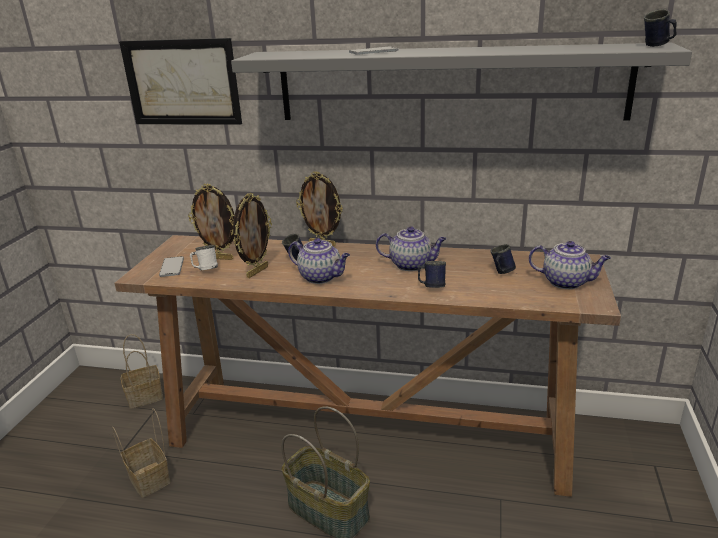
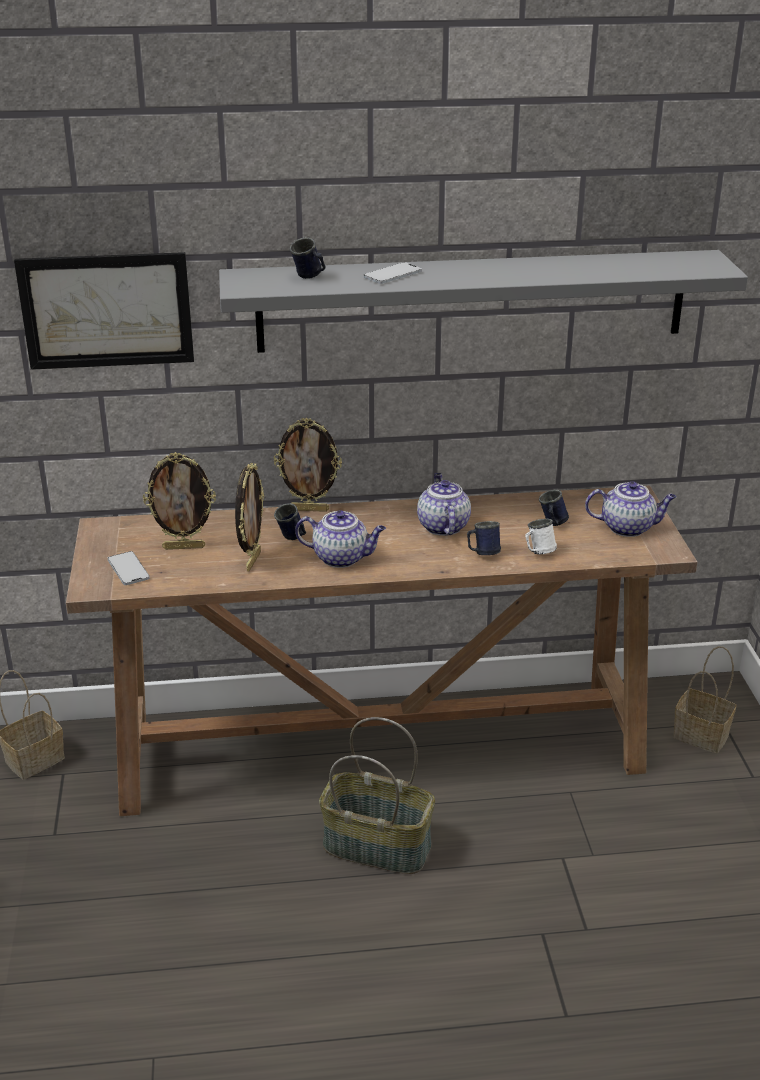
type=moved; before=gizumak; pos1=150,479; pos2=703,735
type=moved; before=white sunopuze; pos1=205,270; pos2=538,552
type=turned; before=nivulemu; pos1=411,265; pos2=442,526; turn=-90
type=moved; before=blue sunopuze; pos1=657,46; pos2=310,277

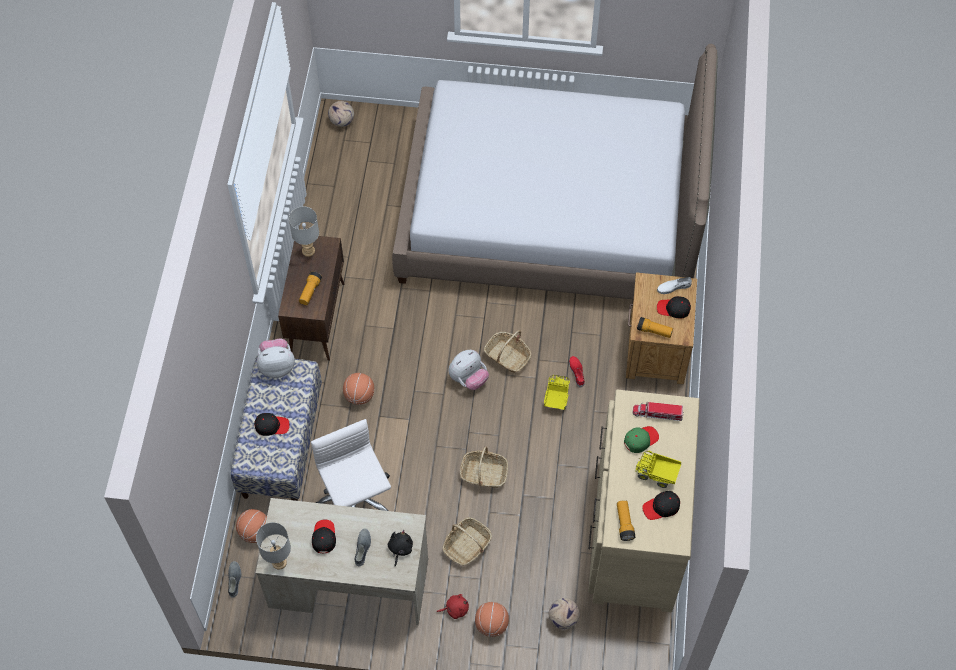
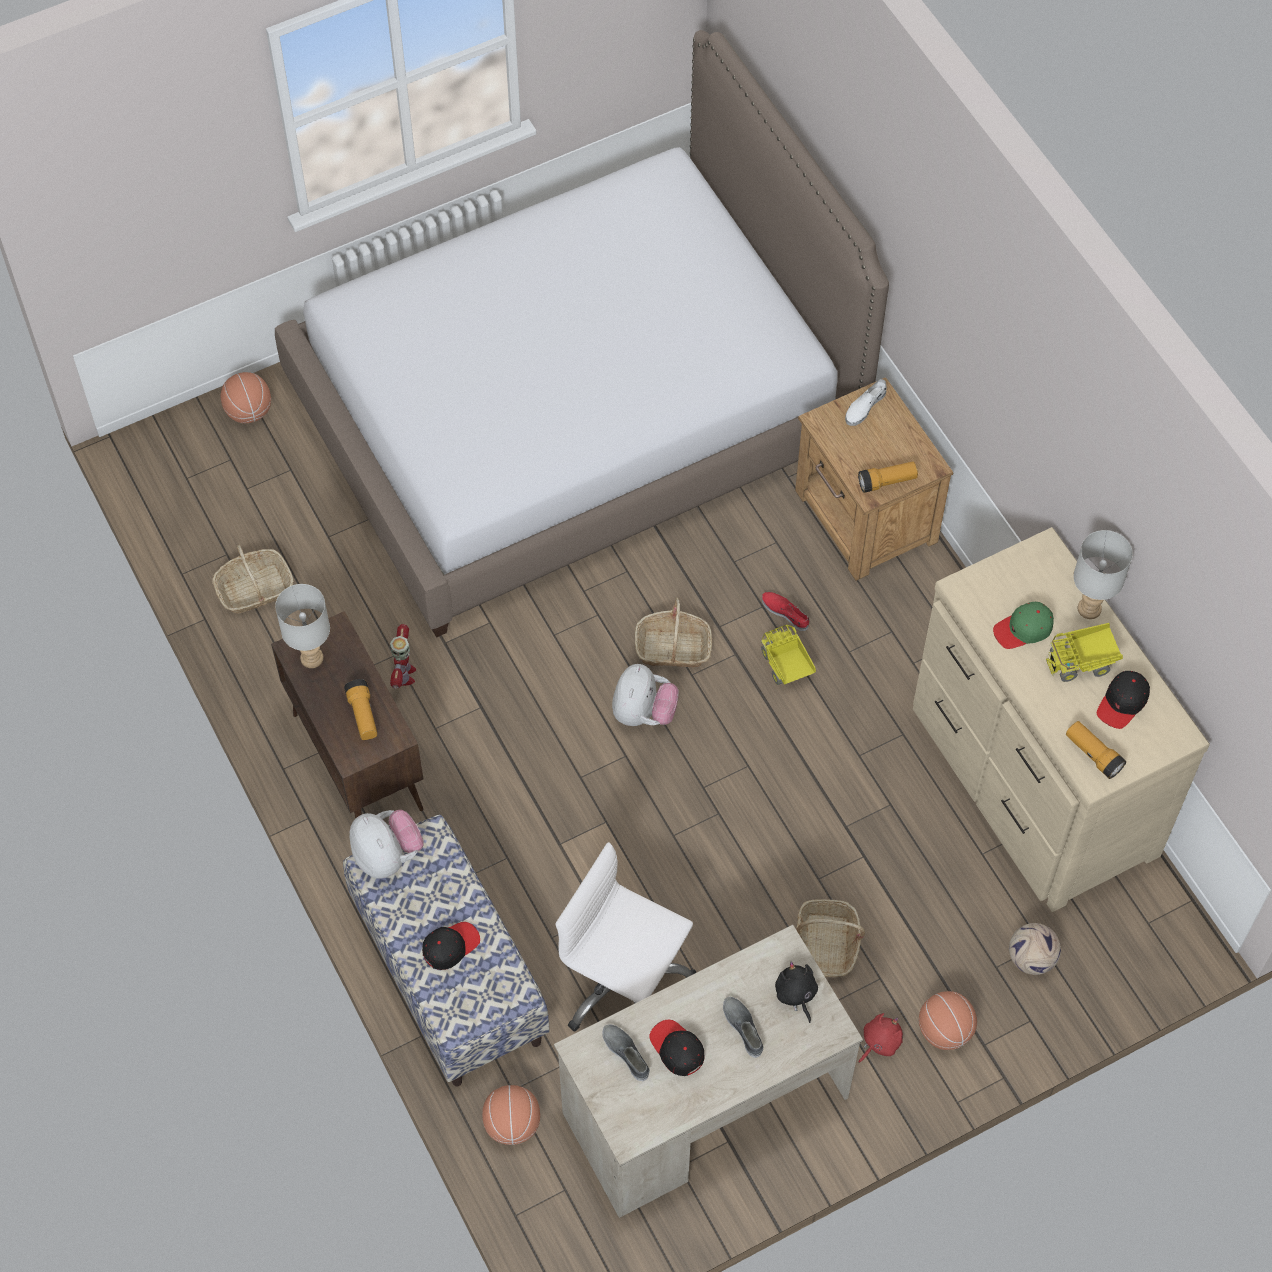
type=moved; before=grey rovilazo; pos1=234,580; pos2=626,1053
type=moved; before=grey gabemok; pos1=280,562; pos2=1089,608
type=turned; before=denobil; pos1=277,366; pos2=387,856; turn=105
type=removed; before=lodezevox; pos1=342,121
type=moved; before=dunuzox; pos1=359,396; pos2=249,412
type=moved; before=gizumak; pos1=483,473; pos2=255,589
type=turned; before=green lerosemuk; pos1=640,440; pos2=1023,629; turn=-135
type=removed; before=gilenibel; pos1=657,414
type=removed; before=black lerosemuk; pos1=673,309
type=added; after=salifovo; pos2=405,675

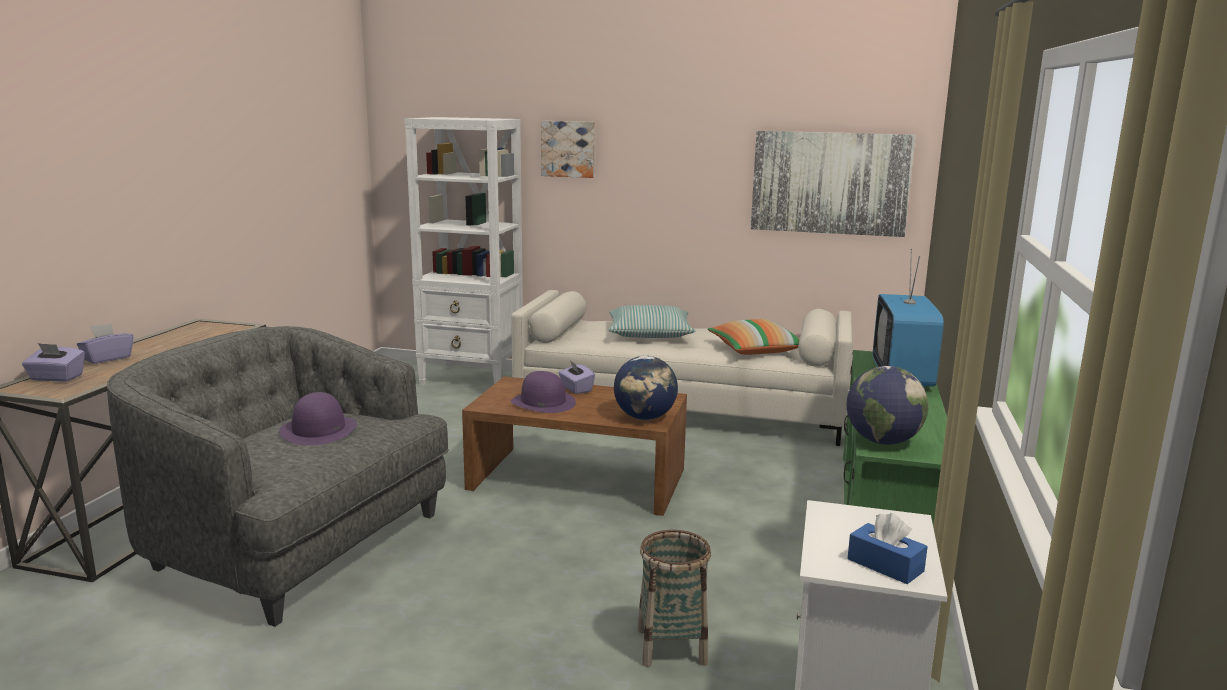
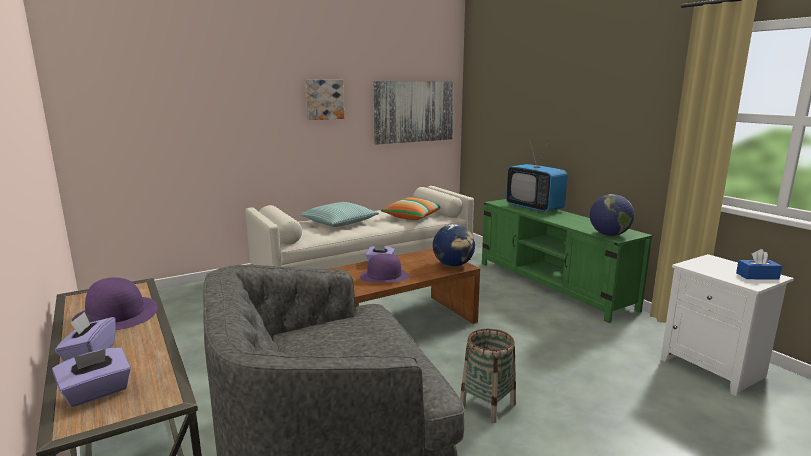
type=moved; before=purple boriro; pos1=319,430; pos2=116,314
type=removed; before=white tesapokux; pos1=472,379
type=moved; before=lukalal; pos1=568,149; pos2=324,99
type=moved; before=gizumak; pos1=672,646; pos2=487,405

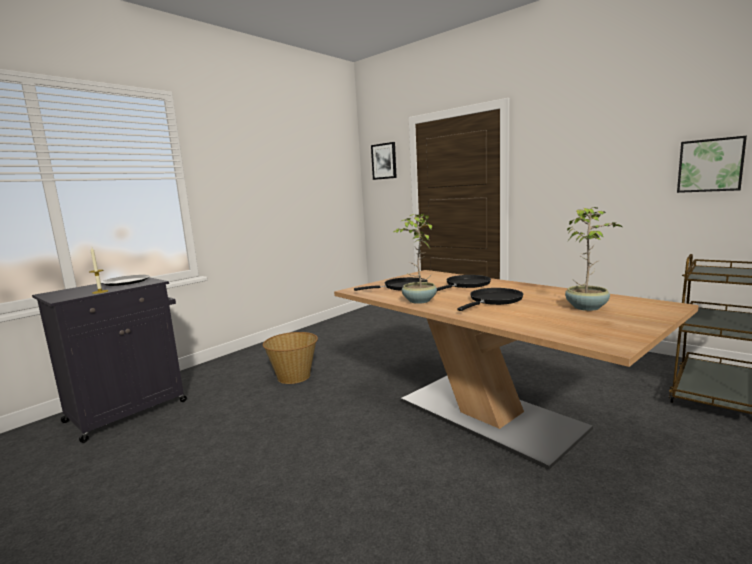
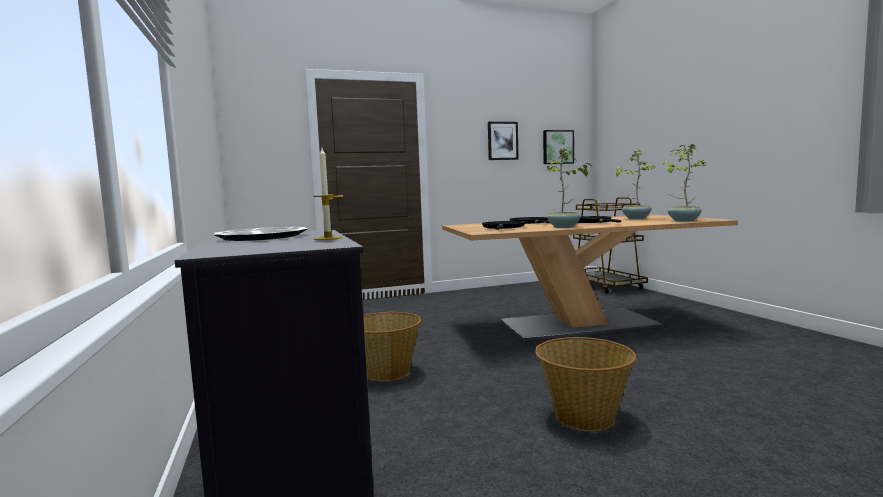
type=moved; before=lukalal; pos1=384,161; pos2=502,141
type=added; after=gizumak; pos2=584,417
type=added; after=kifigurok; pos2=683,220

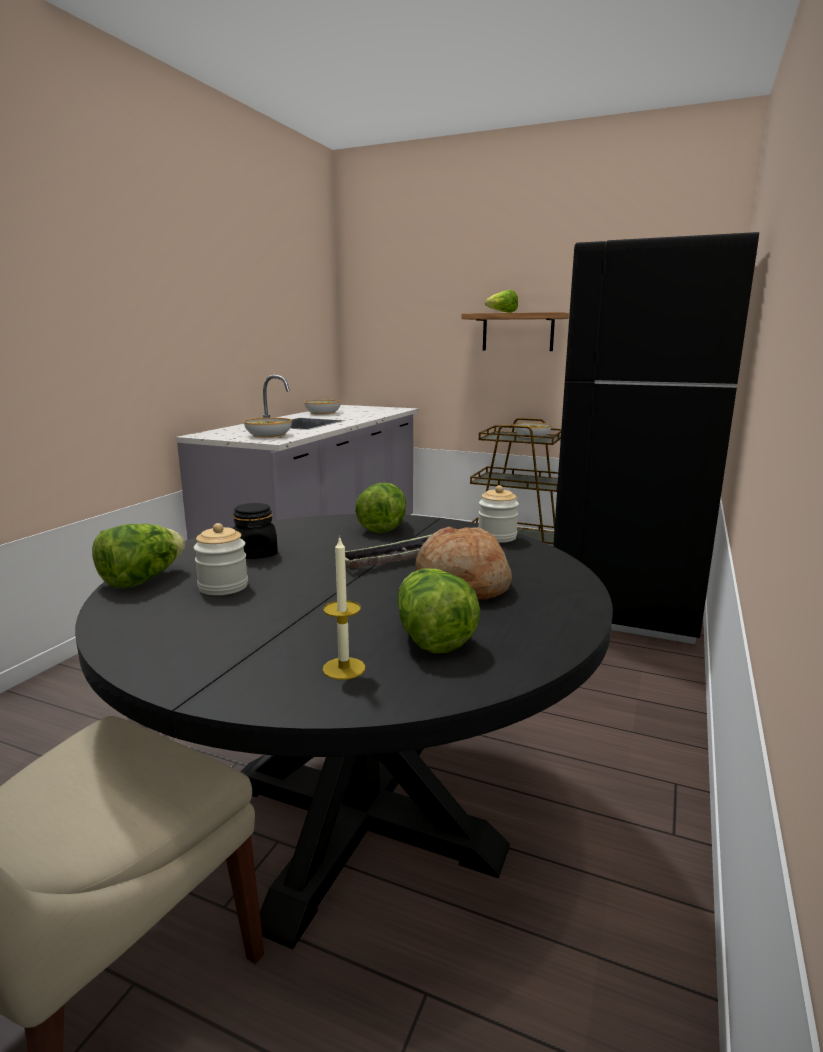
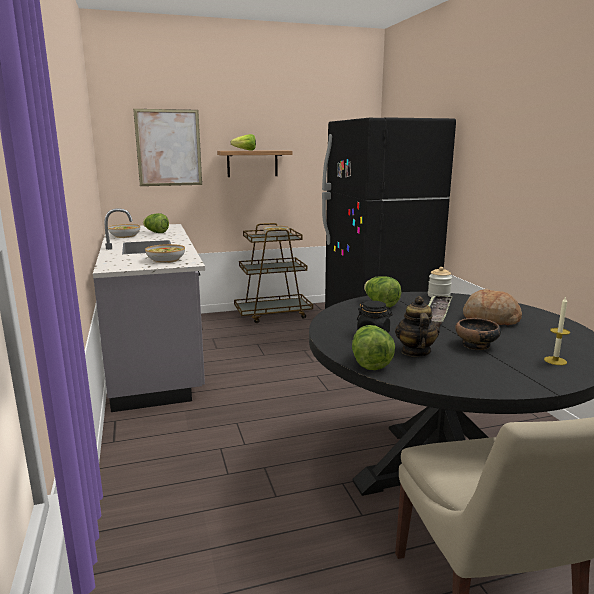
type=replaced; before=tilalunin; after=nivulemu; pos1=223,586; pos2=415,352
type=moved; before=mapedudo; pos1=431,638; pos2=156,232
type=added; after=lukalal; pos2=169,148
type=added; after=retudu; pos2=476,345

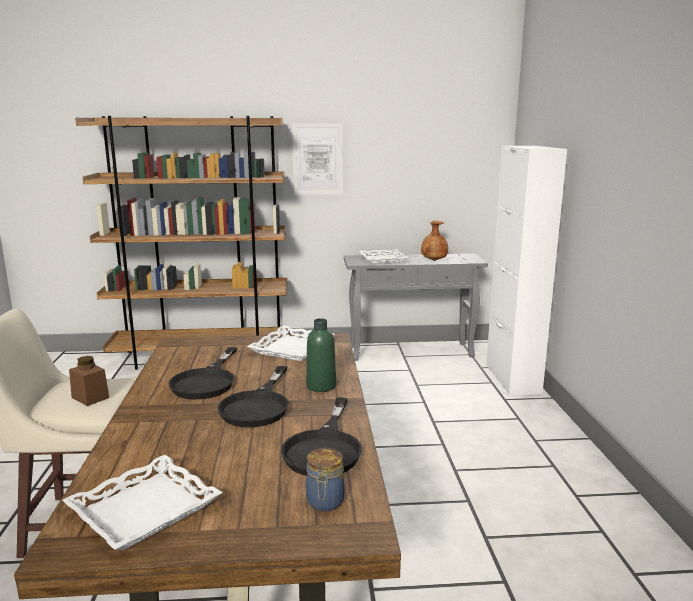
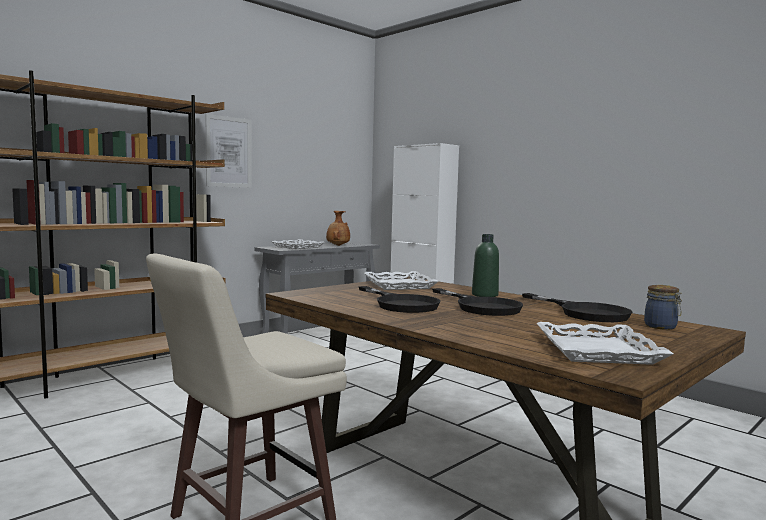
type=removed; before=brown tilalunin; pos1=90,397

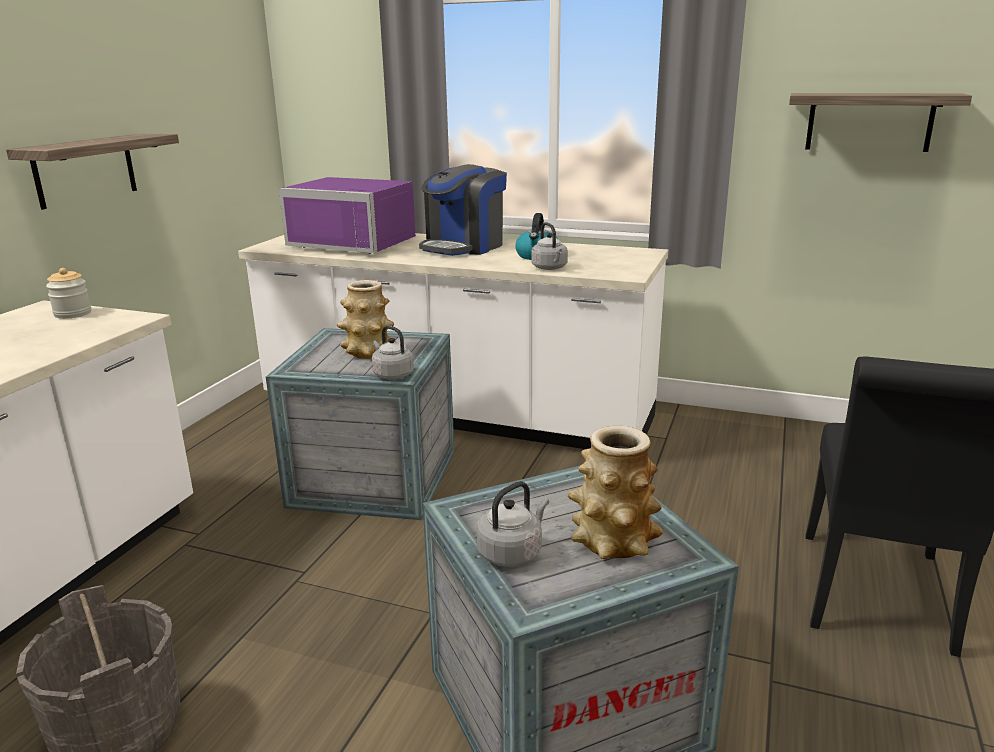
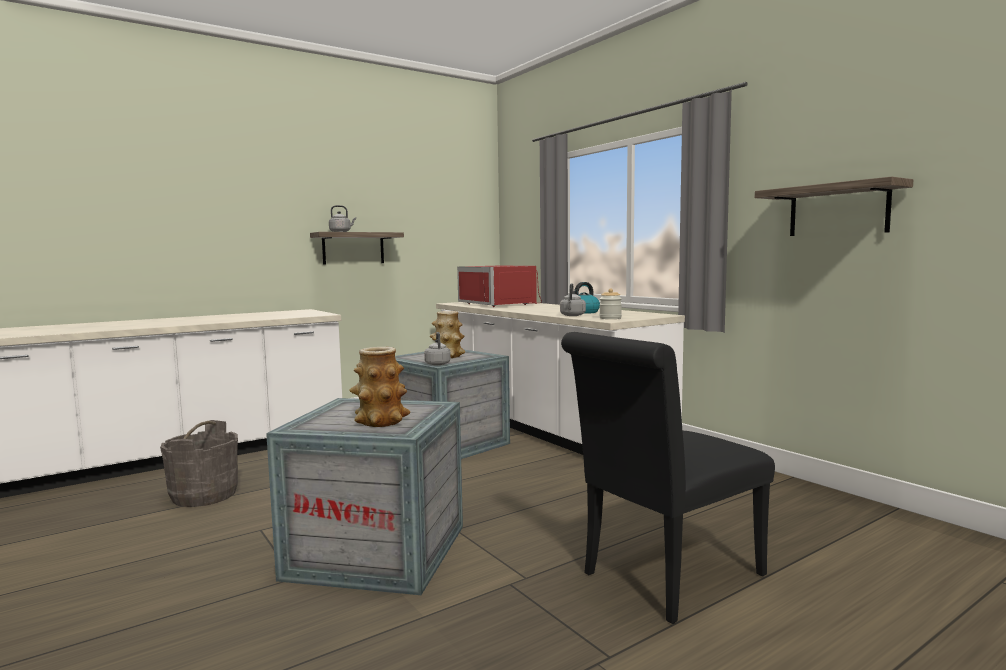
type=moved; before=tilalunin; pos1=73,314; pos2=610,318
type=recoloured; before=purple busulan; after=red busulan; pos1=358,243; pos2=501,304
type=removed; before=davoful; pos1=464,247
type=moved; before=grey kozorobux; pos1=512,552; pos2=341,232

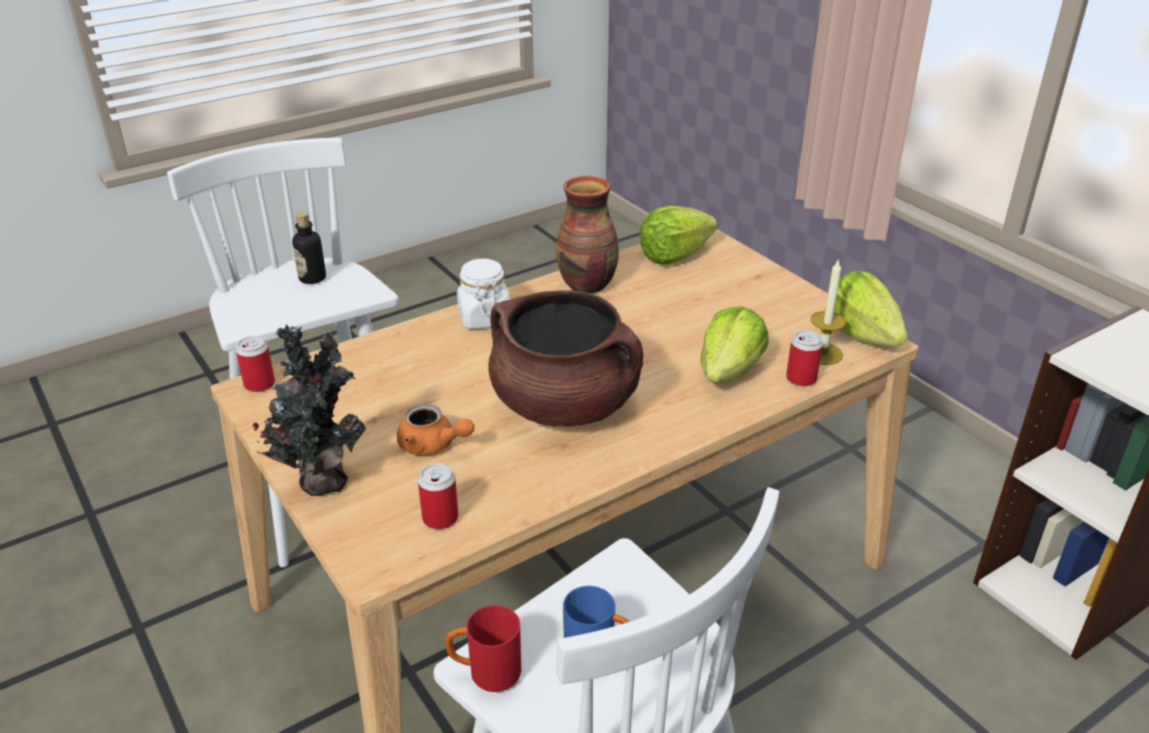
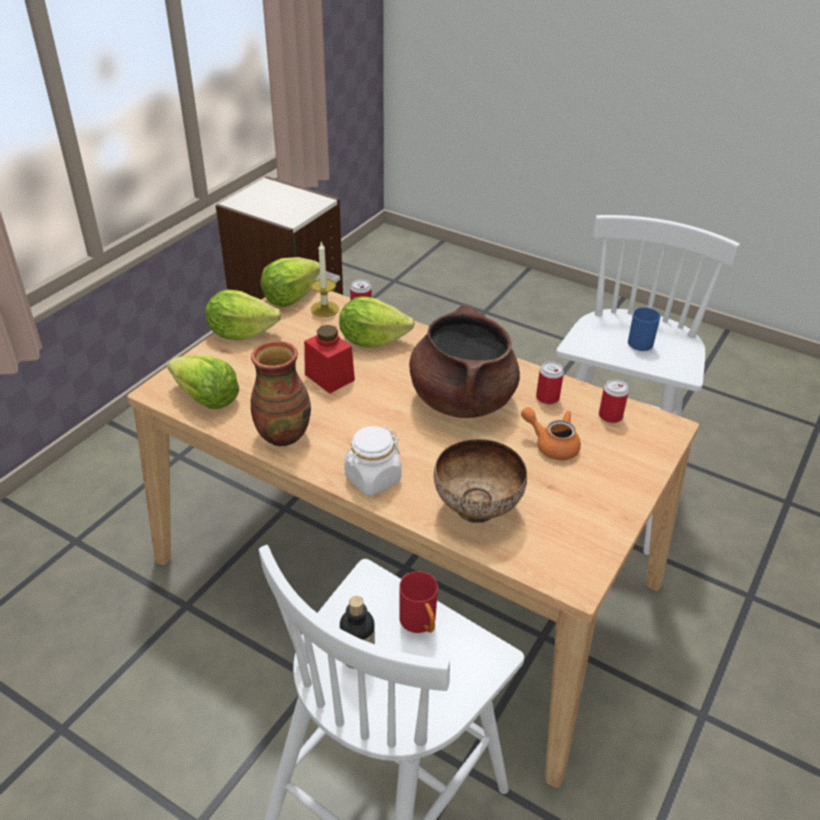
type=moved; before=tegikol; pos1=259,384; pos2=547,398
type=removed; before=kifigurok; pos1=321,480
type=turned; before=orange nivulemu; pos1=433,445; pos2=552,444; turn=-60
type=moved; before=red sunopuze; pos1=485,672; pos2=420,624
type=added; after=mapedudo; pos2=241,333
type=added; after=red tilalunin; pos2=329,377
type=added; after=retudu; pos2=477,510

